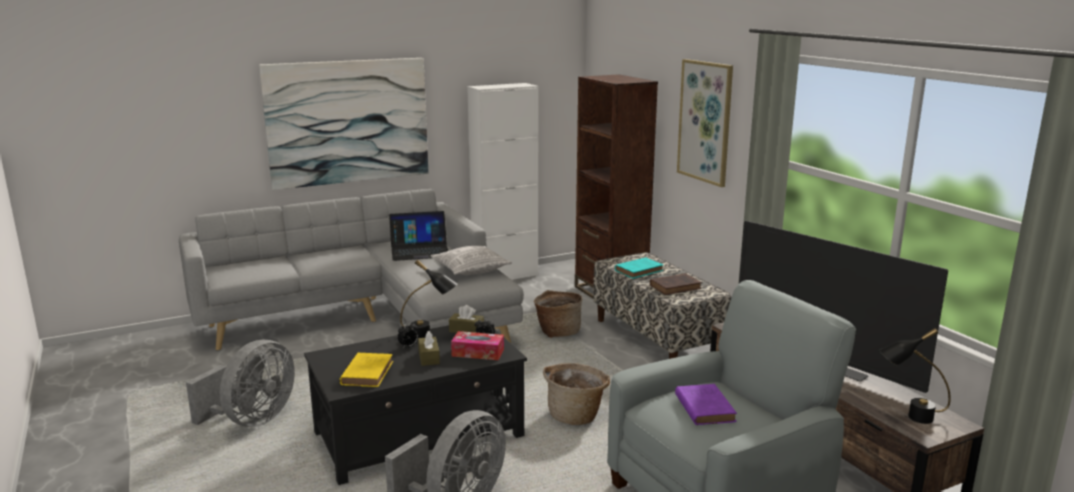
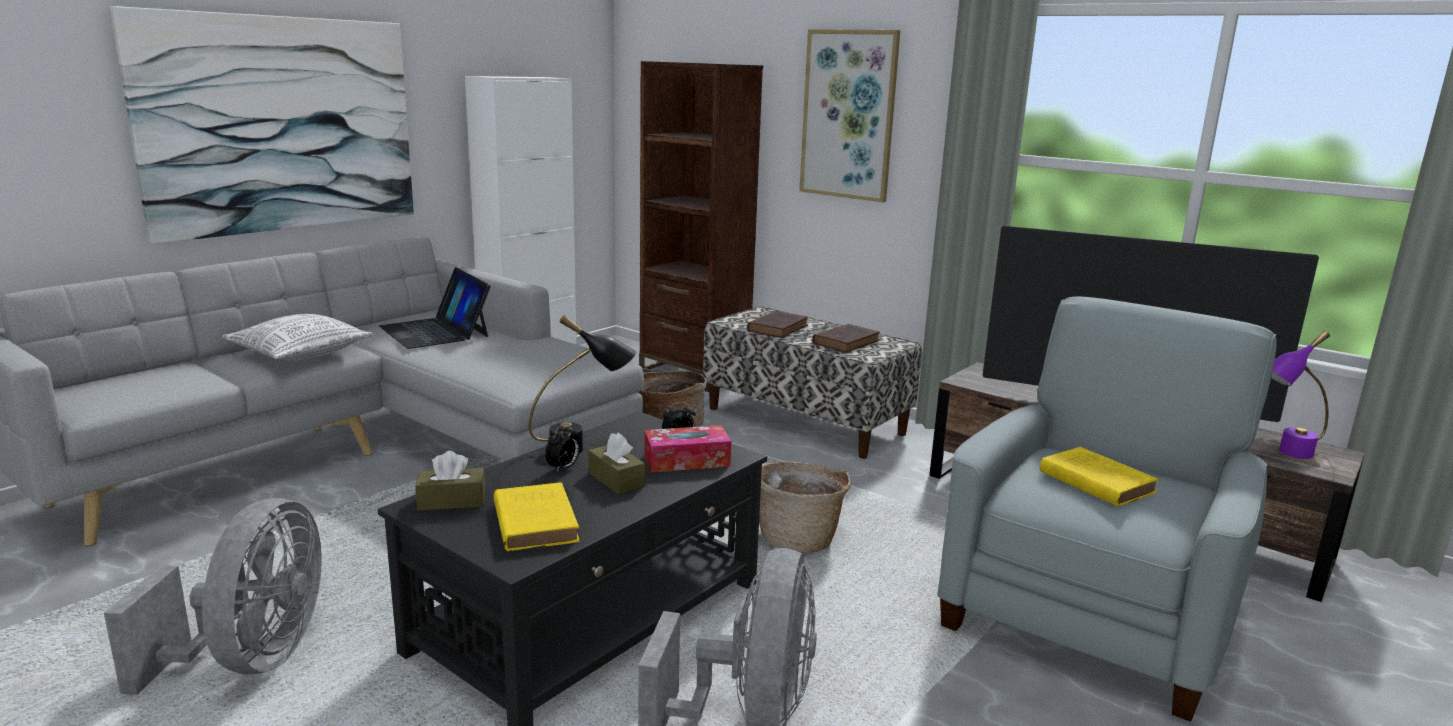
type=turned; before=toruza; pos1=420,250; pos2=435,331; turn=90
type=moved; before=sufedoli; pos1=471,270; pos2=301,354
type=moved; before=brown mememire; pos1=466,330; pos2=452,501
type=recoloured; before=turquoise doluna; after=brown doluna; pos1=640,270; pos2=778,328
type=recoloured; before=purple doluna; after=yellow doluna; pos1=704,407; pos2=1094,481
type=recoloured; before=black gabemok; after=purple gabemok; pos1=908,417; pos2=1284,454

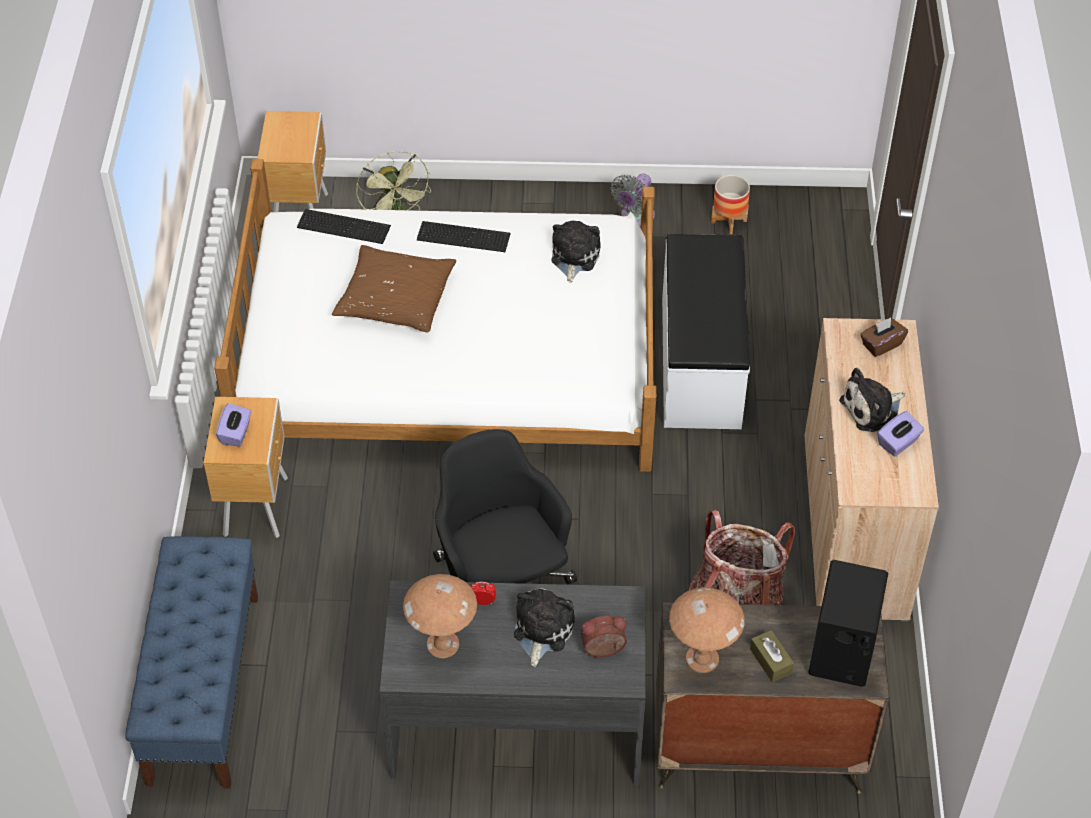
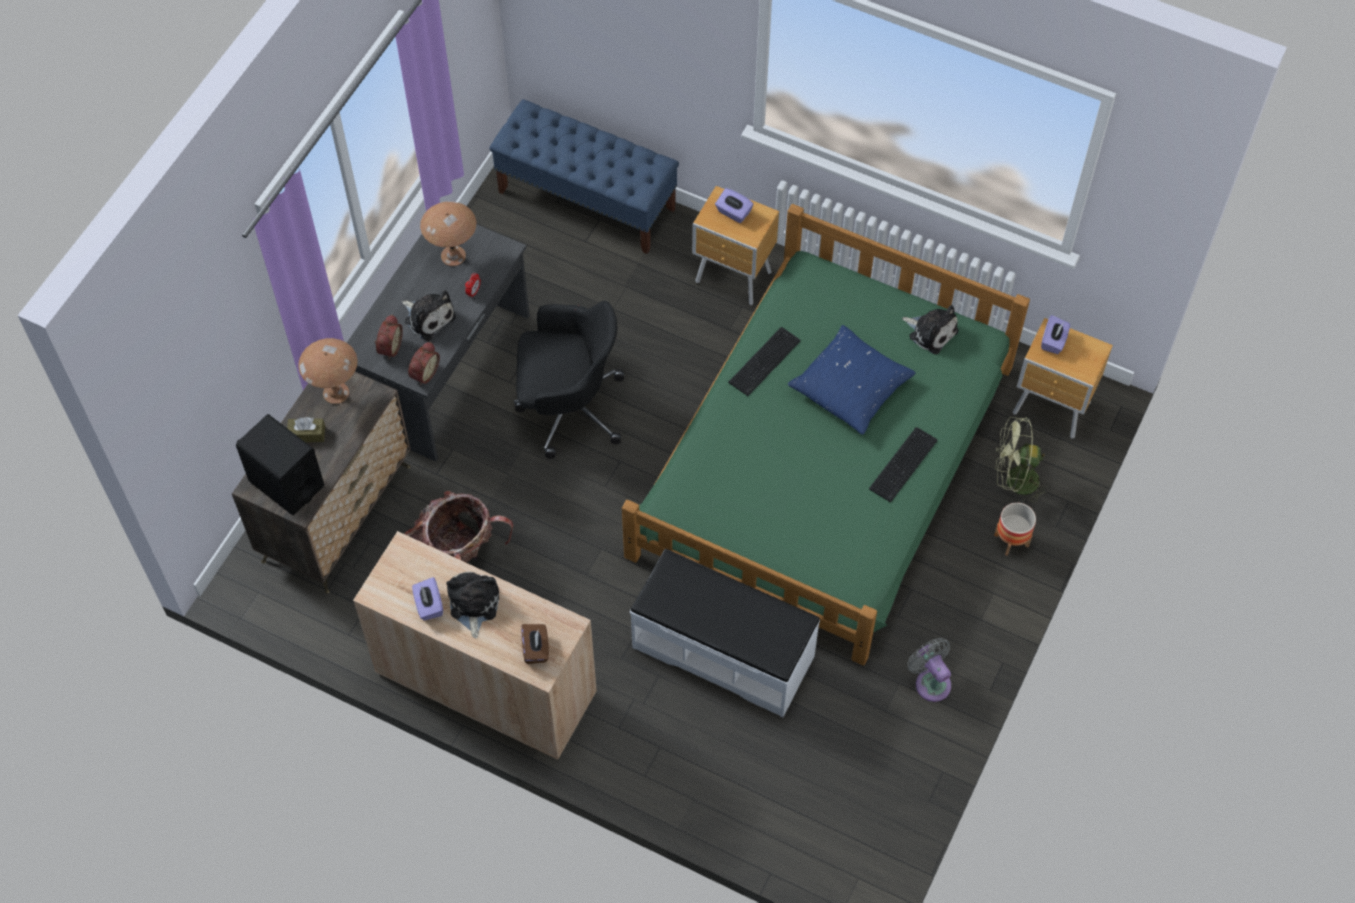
type=recoloured; before=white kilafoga; after=green kilafoga; pos1=452,358; pos2=823,462
type=moved; before=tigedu; pos1=343,225; pos2=766,361
type=recoloured; before=brown sufedoli; after=blue sufedoli; pos1=395,299; pos2=851,387
type=moved; before=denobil; pos1=574,257; pos2=931,332
type=moved; before=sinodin; pos1=729,221; pos2=1011,540
type=added; after=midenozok; pos2=423,373
type=added; after=purple mememire; pos2=1053,341

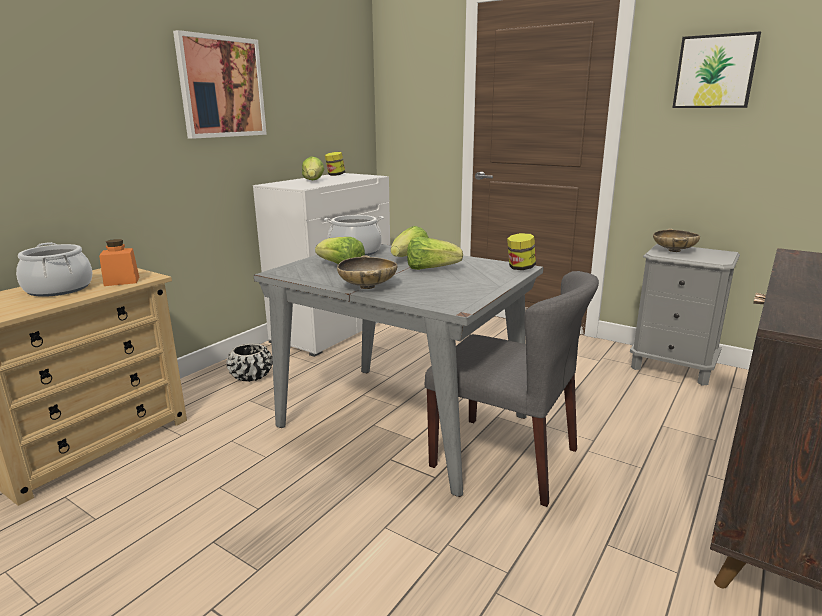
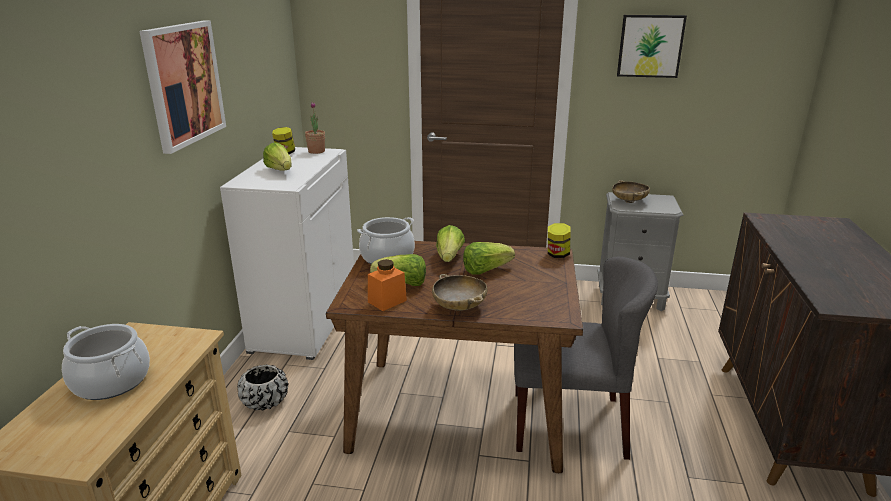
type=moved; before=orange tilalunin; pos1=122,281; pos2=387,301
type=recoloured; before=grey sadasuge; after=brown sadasuge; pos1=404,421; pos2=460,412
type=added; after=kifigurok; pos2=316,151

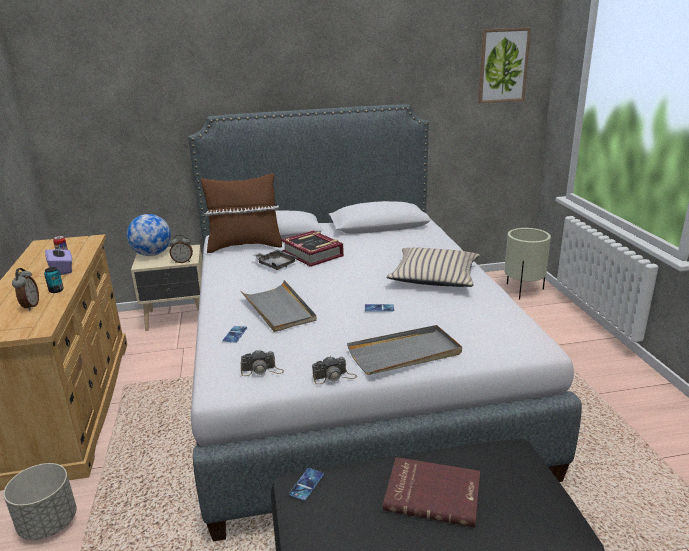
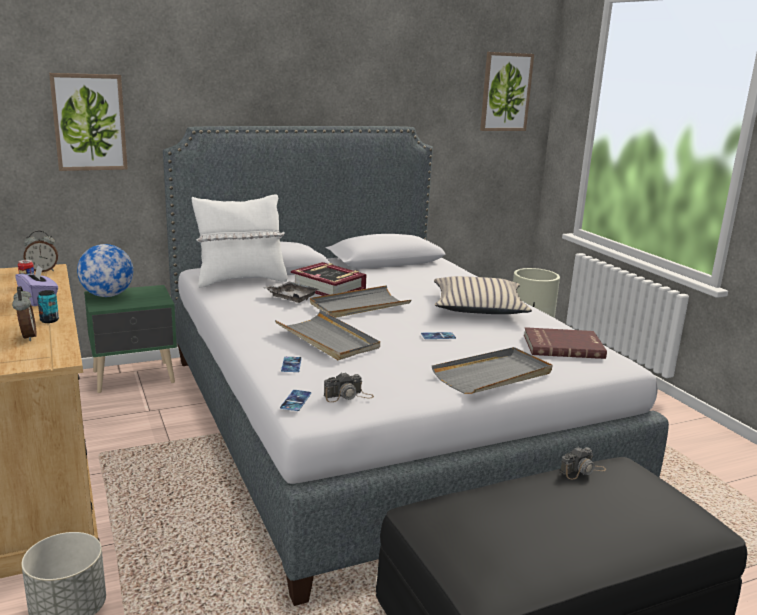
type=recoloured; before=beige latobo; after=green latobo; pos1=178,318; pos2=135,377
type=moved; before=midenozok; pos1=182,261; pos2=42,271
type=recoloured; before=brown sufedoli; after=white sufedoli; pos1=245,246; pos2=240,280
type=moved; before=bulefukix; pos1=306,484; pos2=295,401
type=moved; before=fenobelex; pos1=334,377; pos2=582,470
type=moved; before=red doluna; pos1=433,493; pos2=563,346
type=added; after=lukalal; pos2=89,122
type=added; after=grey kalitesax; pos2=359,306

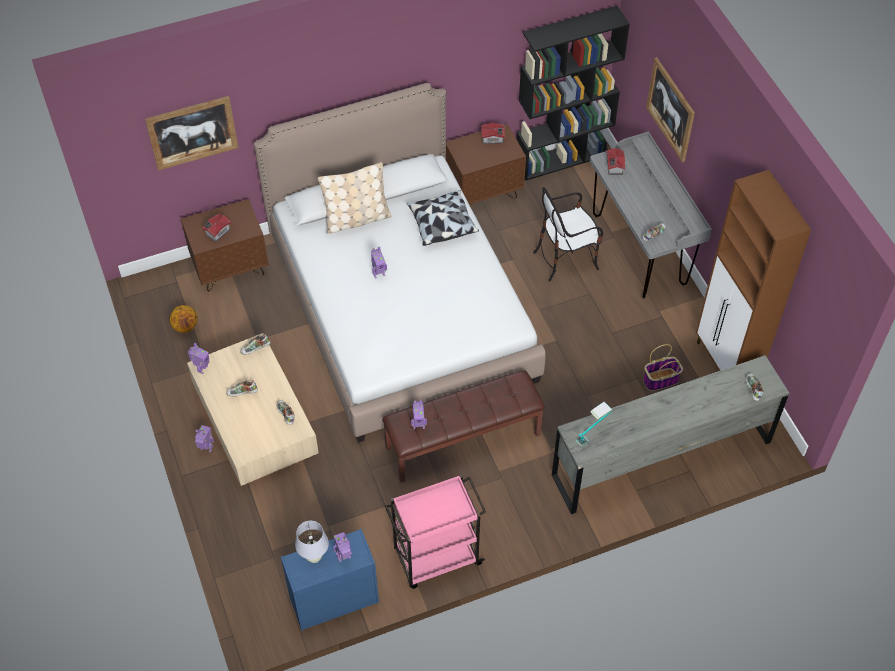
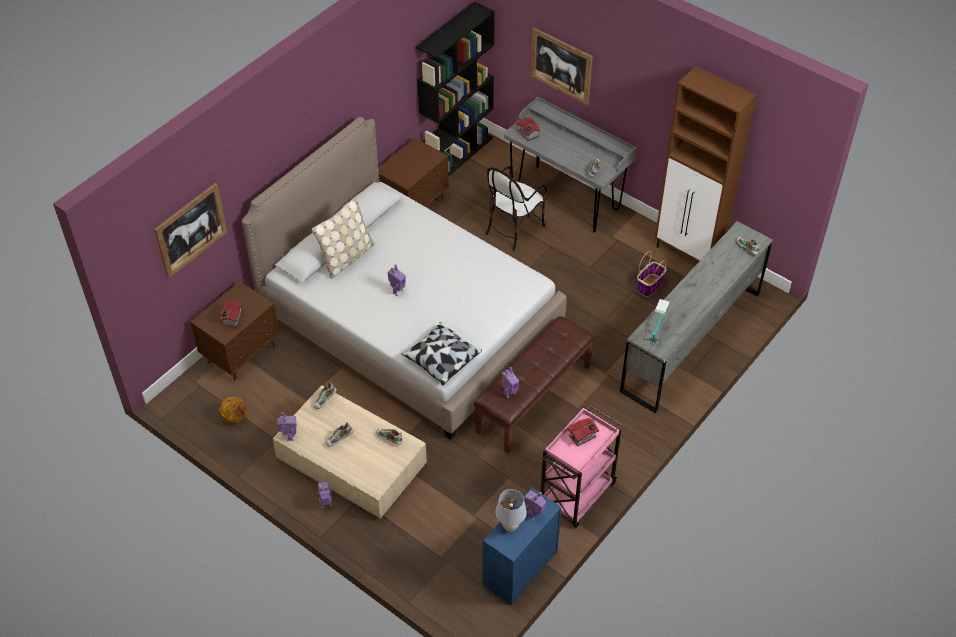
type=moved; before=sufedoli; pos1=441,224; pos2=441,359
type=moved; before=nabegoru; pos1=493,139; pos2=583,436

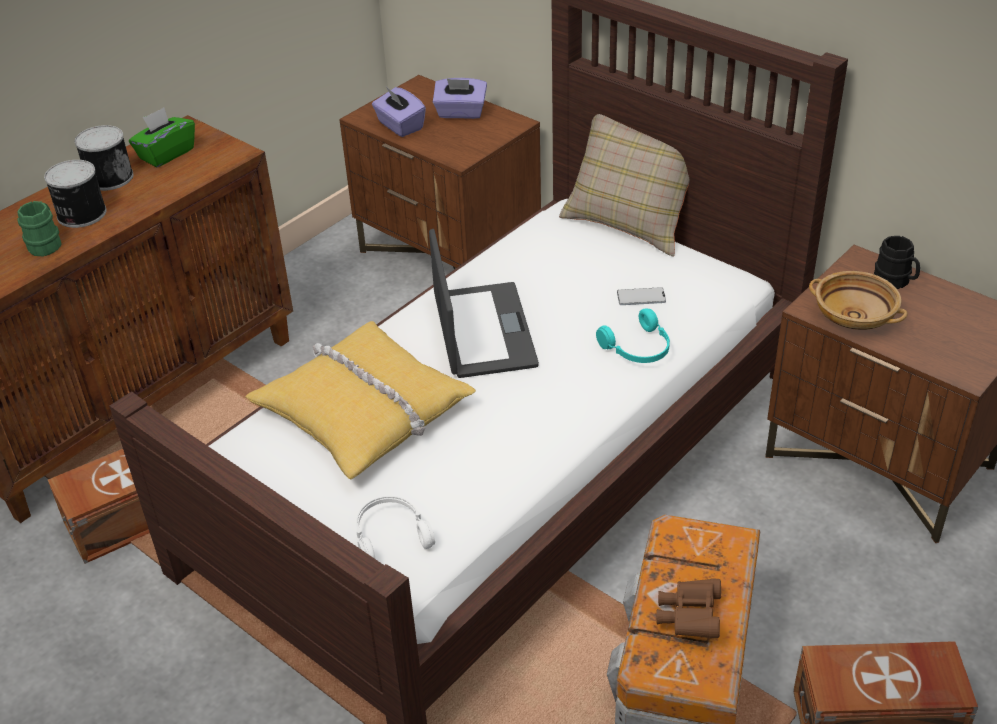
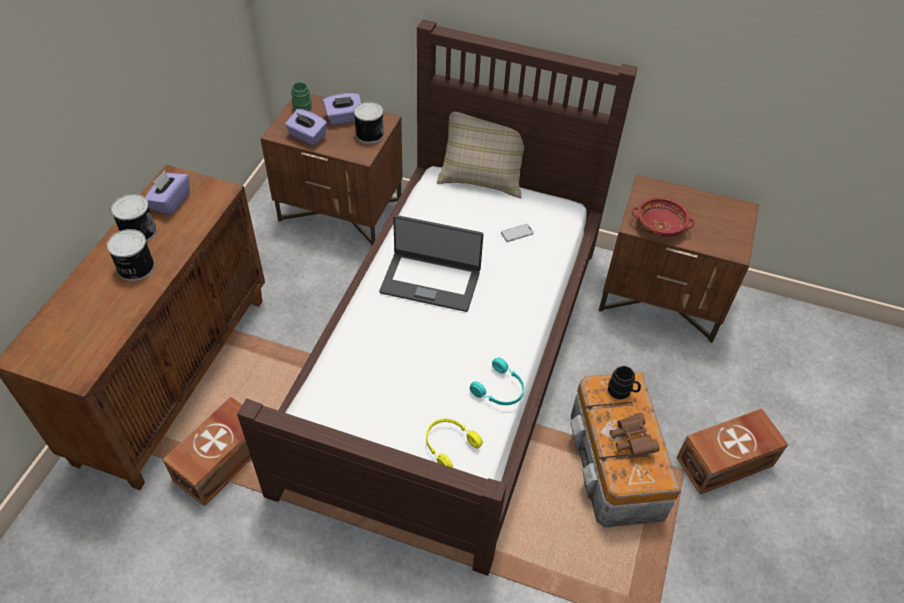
type=moved; before=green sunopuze; pos1=46,243; pos2=302,105
type=recoloured; before=green mememire; after=purple mememire; pos1=166,154; pos2=170,202
type=removed; before=yellow sufedoli; pos1=364,411
type=recoloured; before=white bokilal; after=yellow bokilal; pos1=390,535; pos2=449,445
type=turned; before=toruza; pos1=482,331; pos2=430,281; turn=135
type=moved; before=turquoise bokilal; pos1=638,349; pos2=500,390
type=recoloured; before=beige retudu; after=red retudu; pos1=855,316; pos2=660,226
type=moved; before=black sunopuze; pos1=895,282; pos2=622,391
type=added; after=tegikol; pos2=369,134

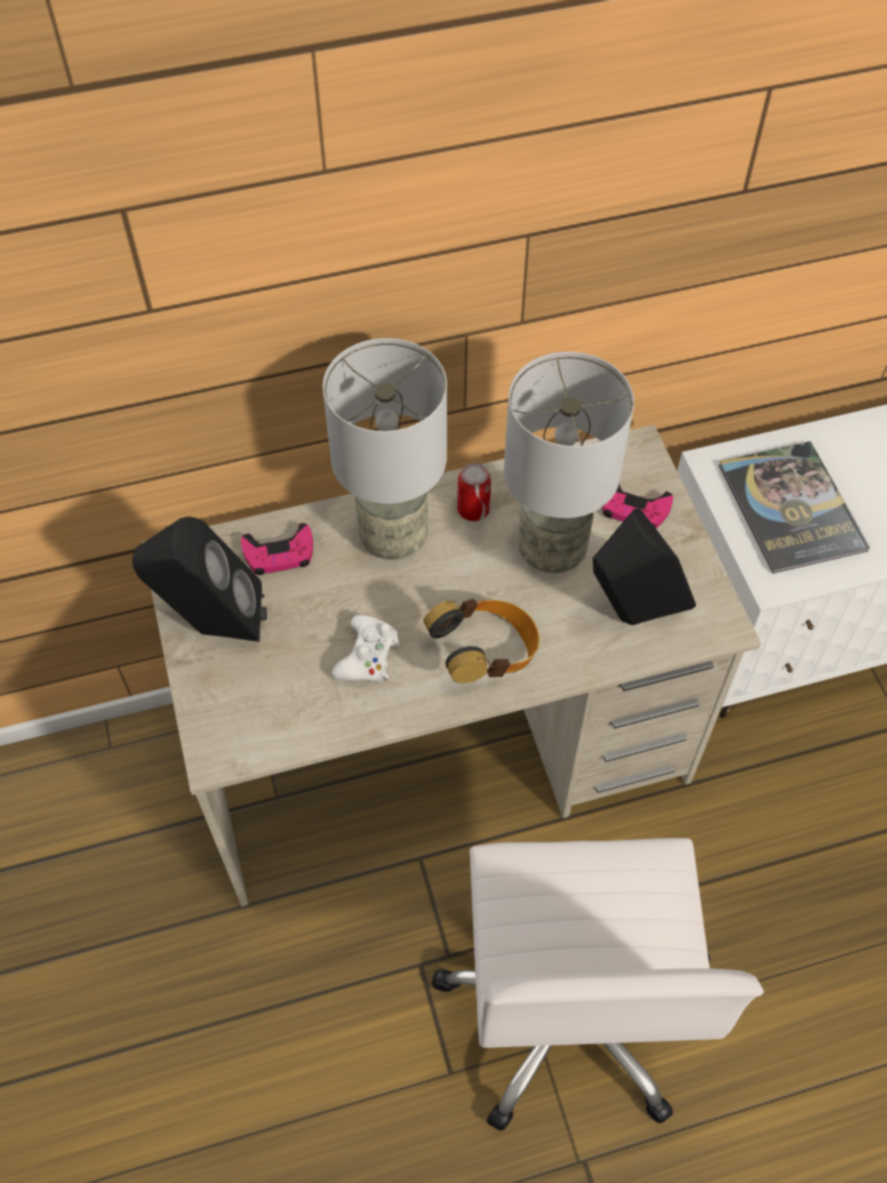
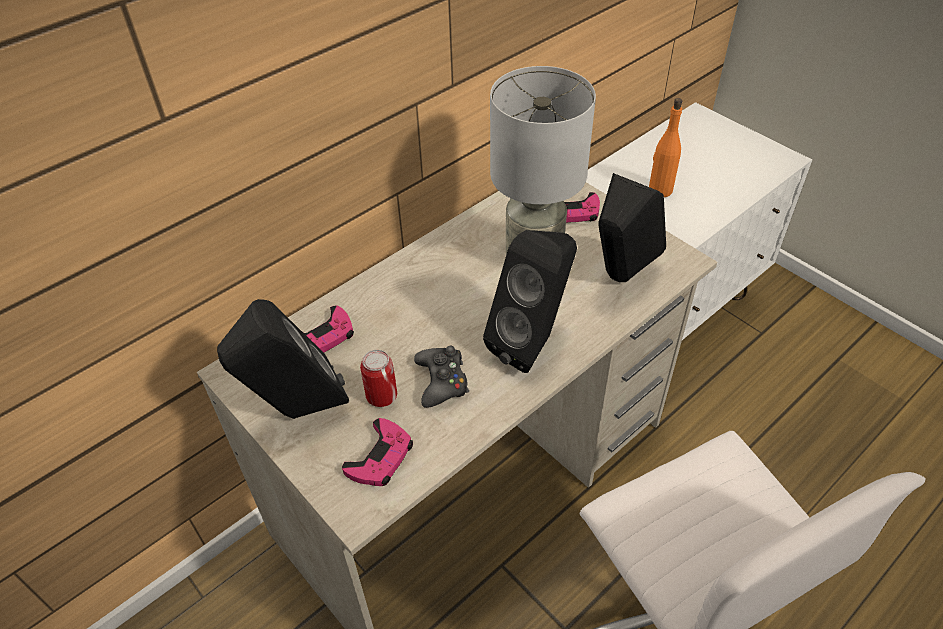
type=removed; before=grey gabemok; pos1=395,537
type=recoloured; before=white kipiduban; after=black kipiduban; pos1=368,656; pos2=442,381
type=replaced; before=bokilal; after=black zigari; pos1=486,654; pos2=532,343
type=moved; before=tegikol; pos1=473,510; pos2=381,396
type=replaced; before=doluna; after=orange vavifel; pos1=791,508; pos2=660,190
type=added; after=pink kipiduban; pos2=380,457

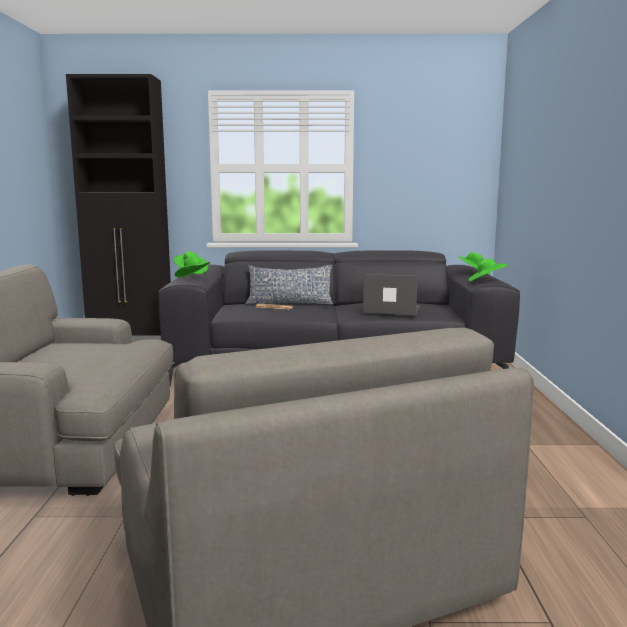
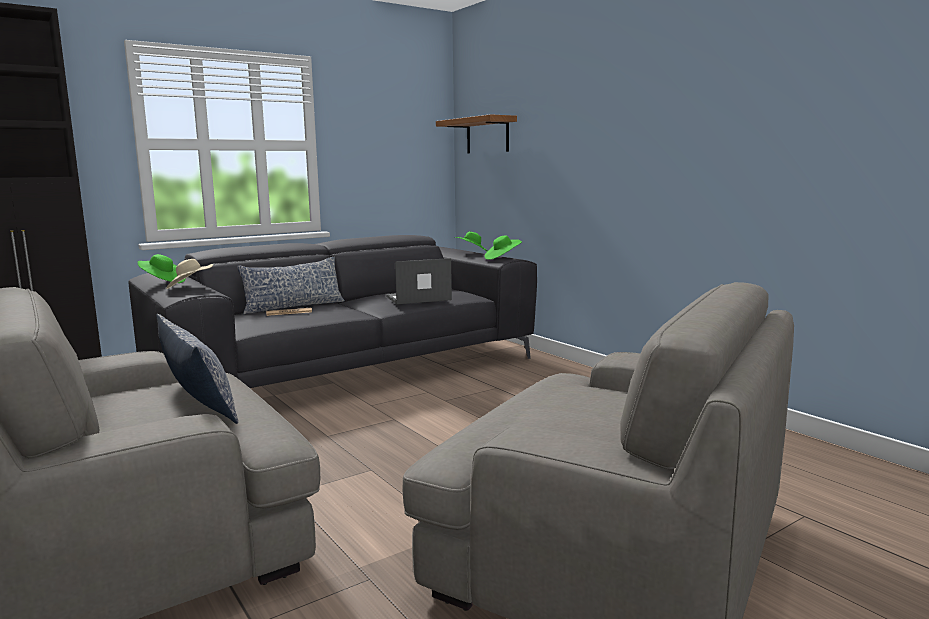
type=recoloured; before=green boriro; after=beige boriro; pos1=193,278; pos2=190,288
type=added; after=sufedoli; pos2=199,400
type=added; after=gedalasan; pos2=487,135

